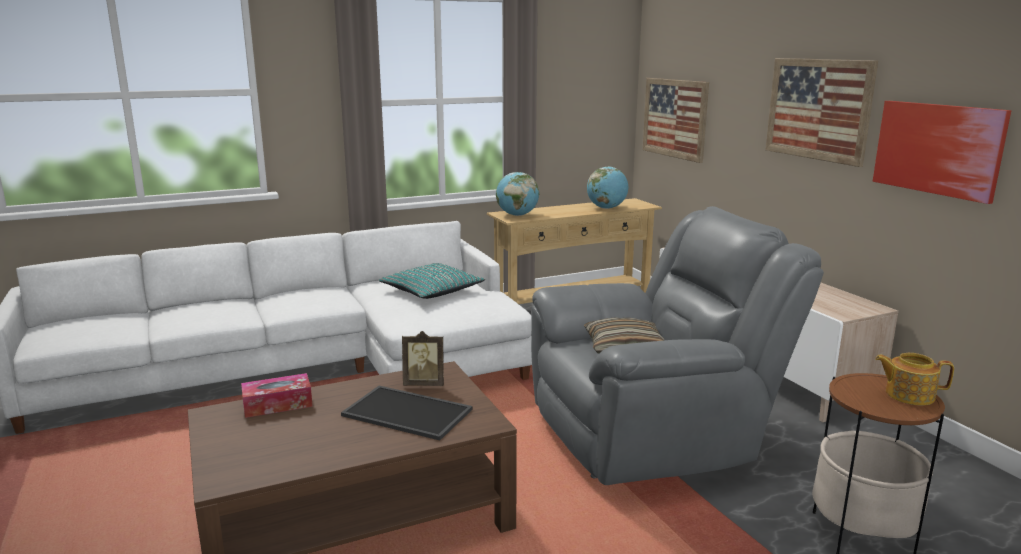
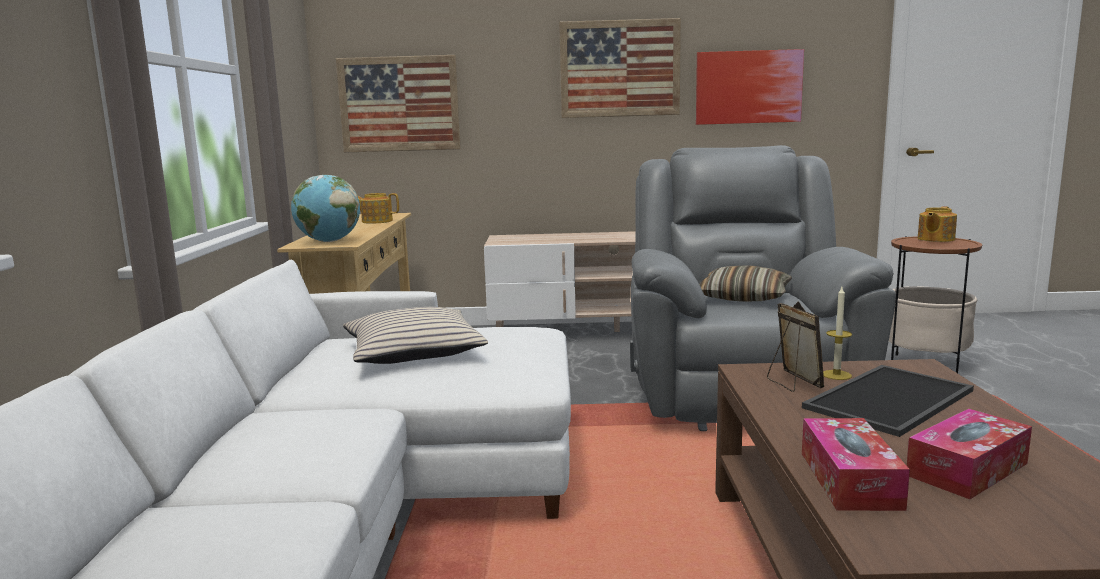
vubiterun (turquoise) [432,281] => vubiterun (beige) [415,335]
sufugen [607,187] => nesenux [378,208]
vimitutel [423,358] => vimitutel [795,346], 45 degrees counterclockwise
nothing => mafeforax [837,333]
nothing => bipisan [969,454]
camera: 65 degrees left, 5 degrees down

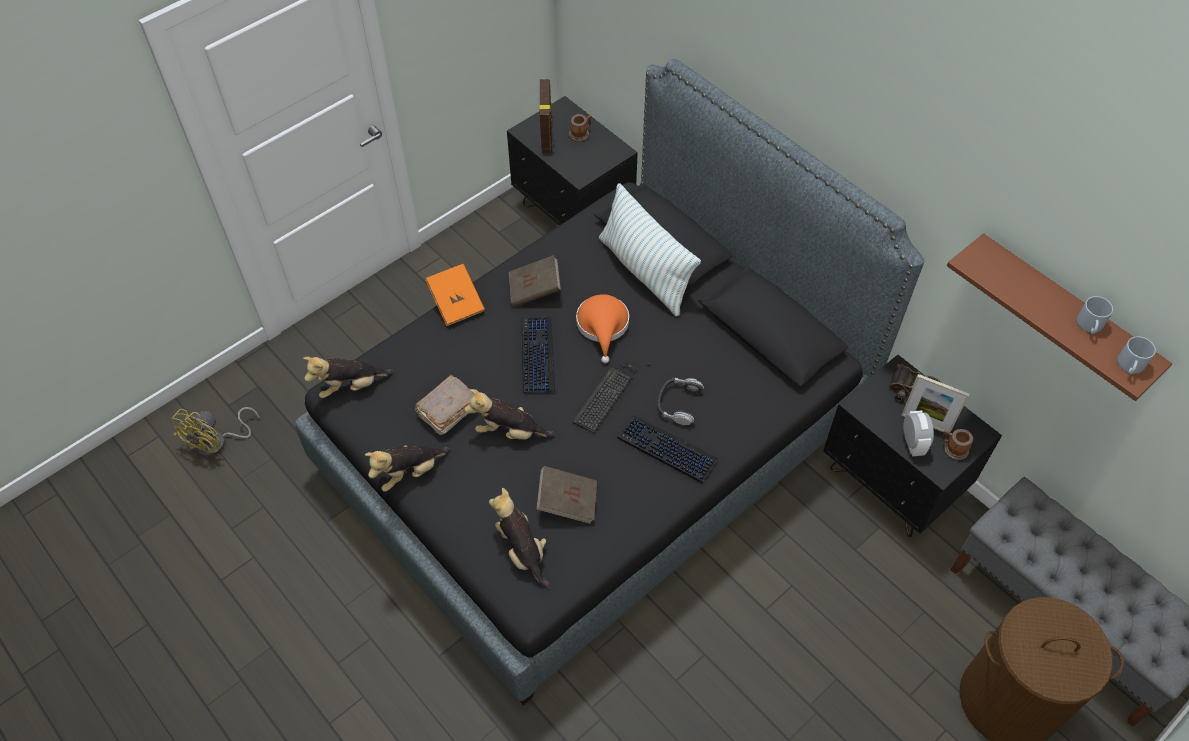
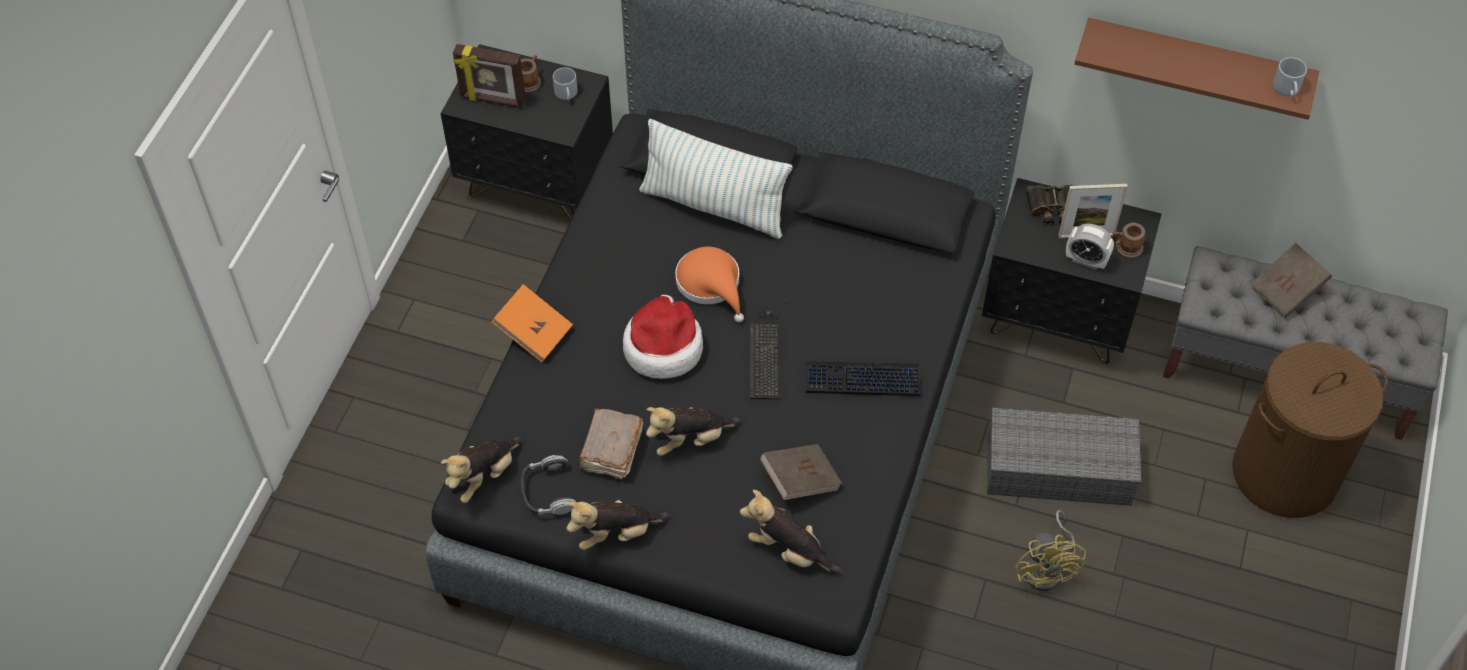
vimitutel [545,116] => vimitutel [489,76], 135 degrees clockwise
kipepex [680,401] => kipepex [548,485], moved
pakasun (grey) [1095,315] => pakasun (grey) [565,84], moved
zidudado [407,468] => zidudado [618,525], 45 degrees clockwise
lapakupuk [538,355] => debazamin [663,337]
nothing => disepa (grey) [1064,457]
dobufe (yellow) [216,432] => dobufe (yellow) [1051,550], moved
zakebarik [918,433] => zakebarik [1090,247], 150 degrees clockwise
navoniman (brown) [535,281] => navoniman (brown) [1291,280], moved
camera: 30 degrees left, 0 degrees up

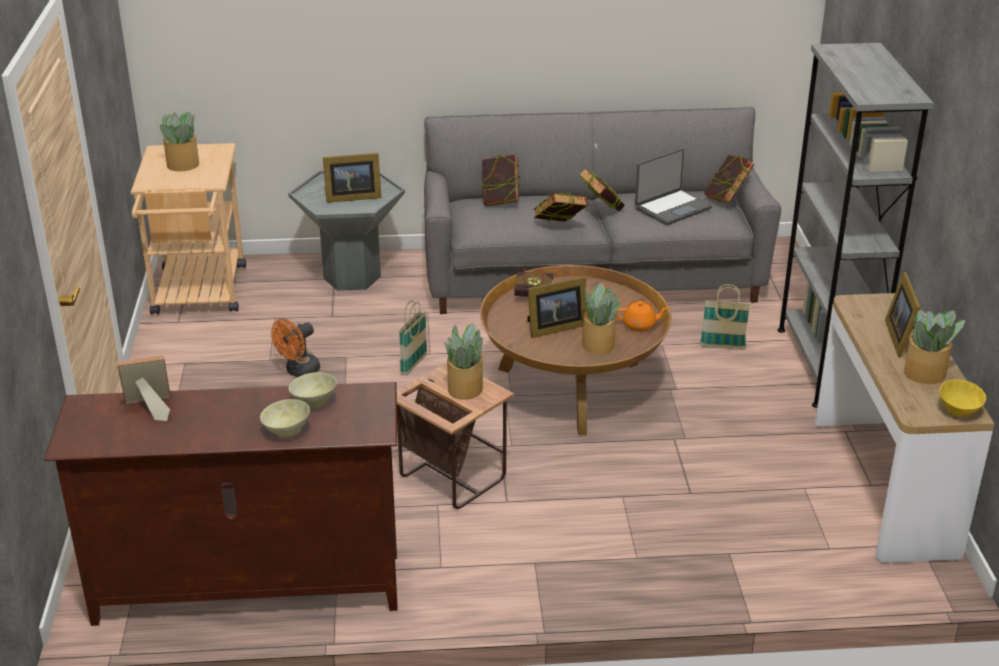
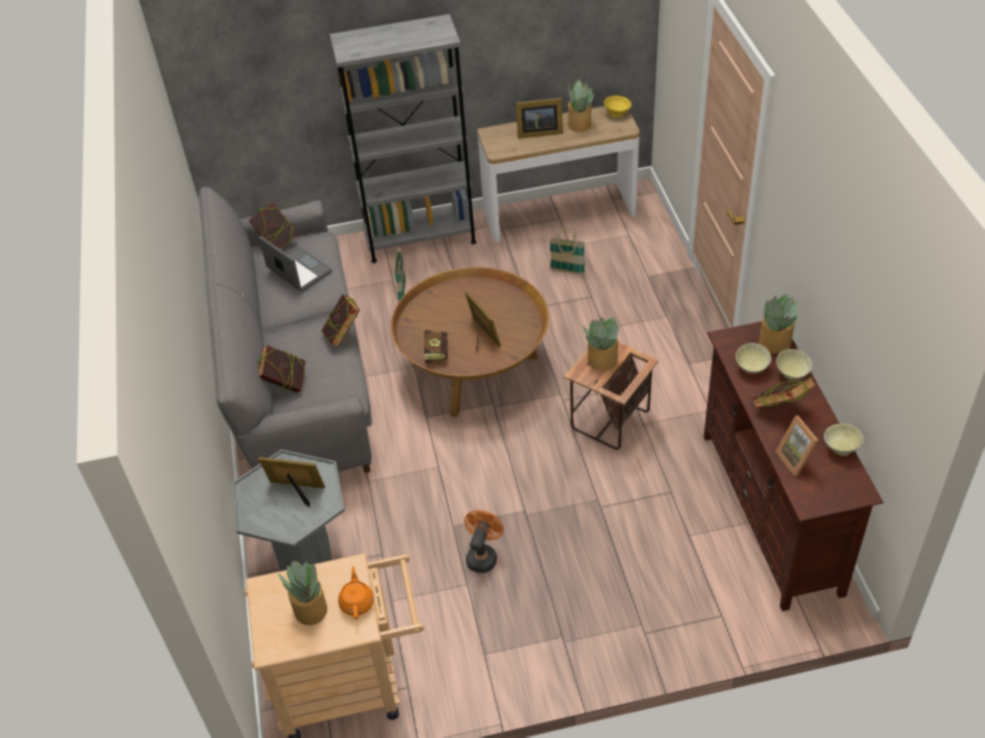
vimitutel [352,178] => vimitutel [291,482], 60 degrees counterclockwise
nesenux (orange) [642,316] => nesenux (orange) [356,593], moved
dobufe (orange) [295,348] => dobufe (orange) [484,541], 105 degrees counterclockwise
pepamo [413,338] => pepamo [567,251], moved
navoniman [602,190] => navoniman [784,392], moved
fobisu [601,319] => fobisu [778,324], moved
nothing => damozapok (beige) [844,440]
camera: 95 degrees left, 15 degrees up

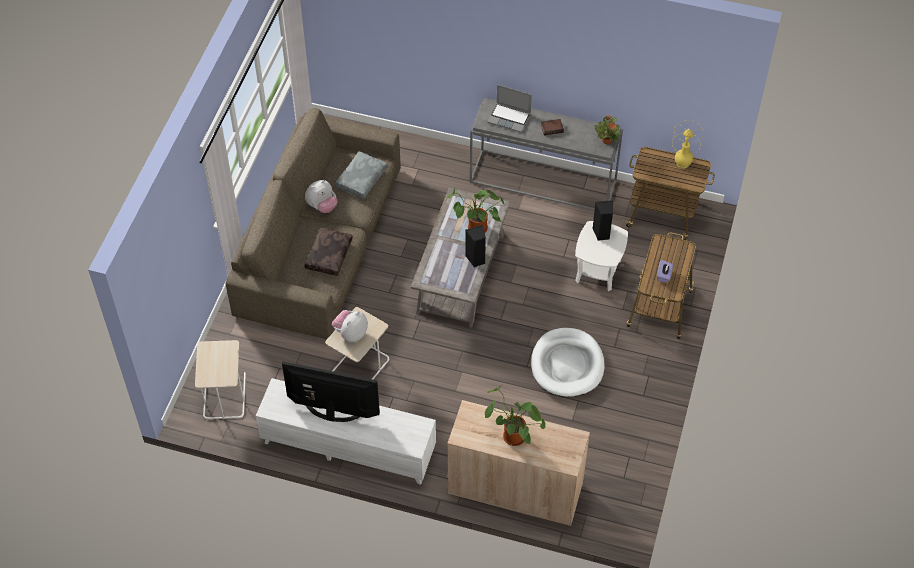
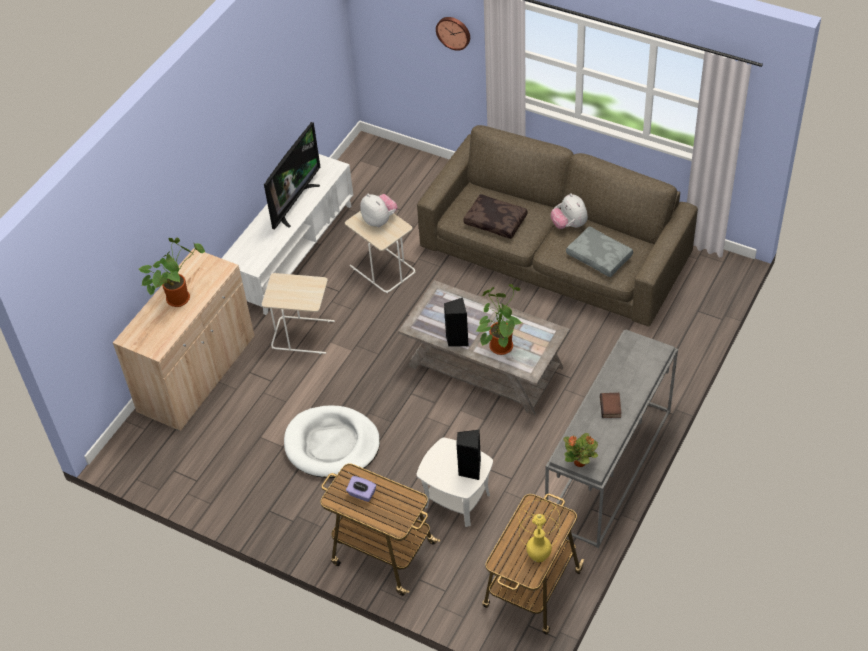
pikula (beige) [220,379] => pikula (beige) [298,313], moved
nothing => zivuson [453,34]
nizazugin [509,109] => nothing
camera: 105 degrees right, 5 degrees down

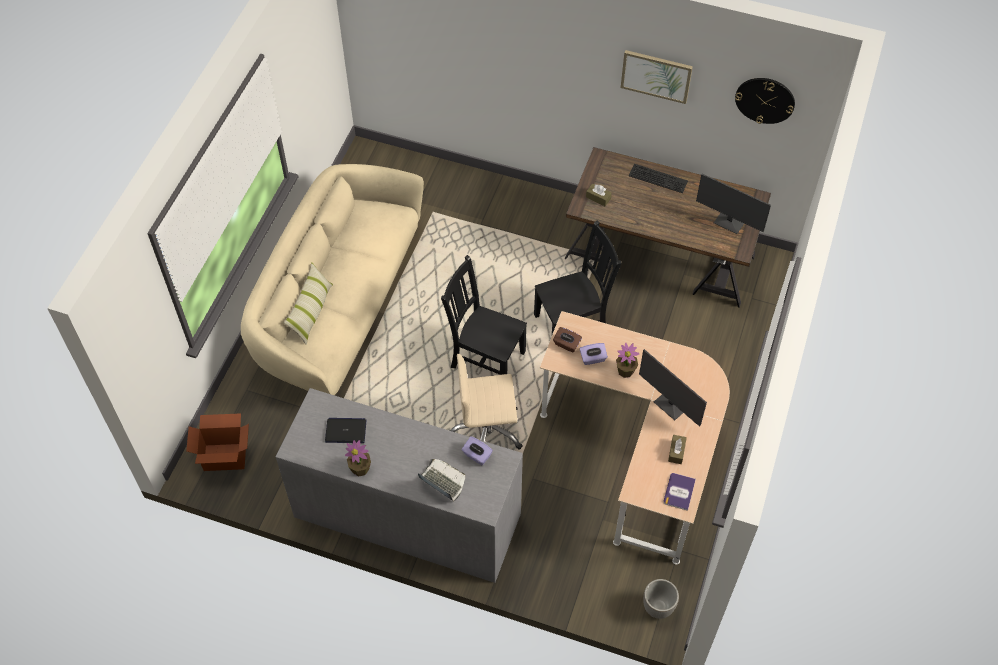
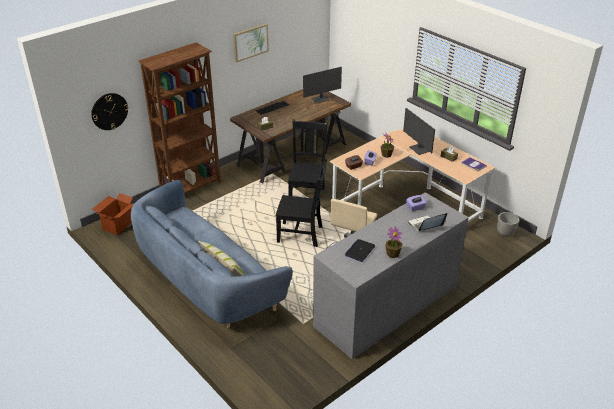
zivuson [765,101] => zivuson [109,111], moved
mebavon [217,442] => mebavon [113,214], moved
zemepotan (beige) [332,279] => zemepotan (blue) [212,254]
nothing => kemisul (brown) [179,118]
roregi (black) [484,315] => roregi (black) [301,202], 135 degrees counterclockwise
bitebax [673,388] => bitebax [419,131], 75 degrees clockwise
camera: 60 degrees left, 20 degrees down

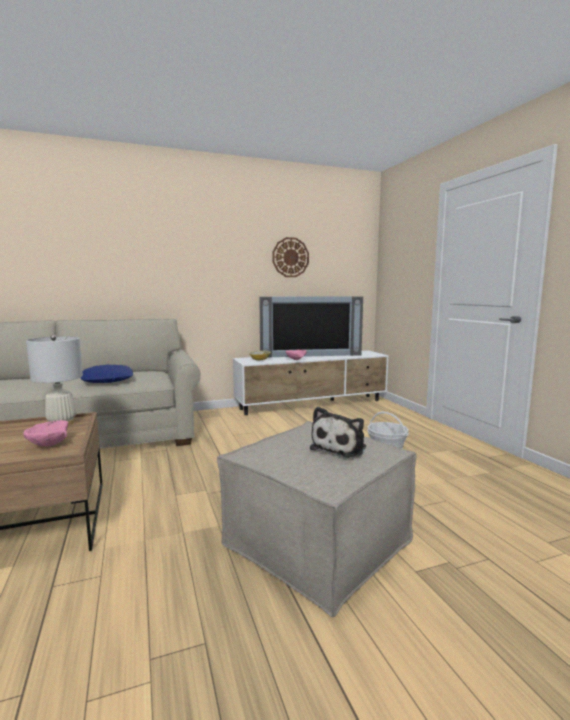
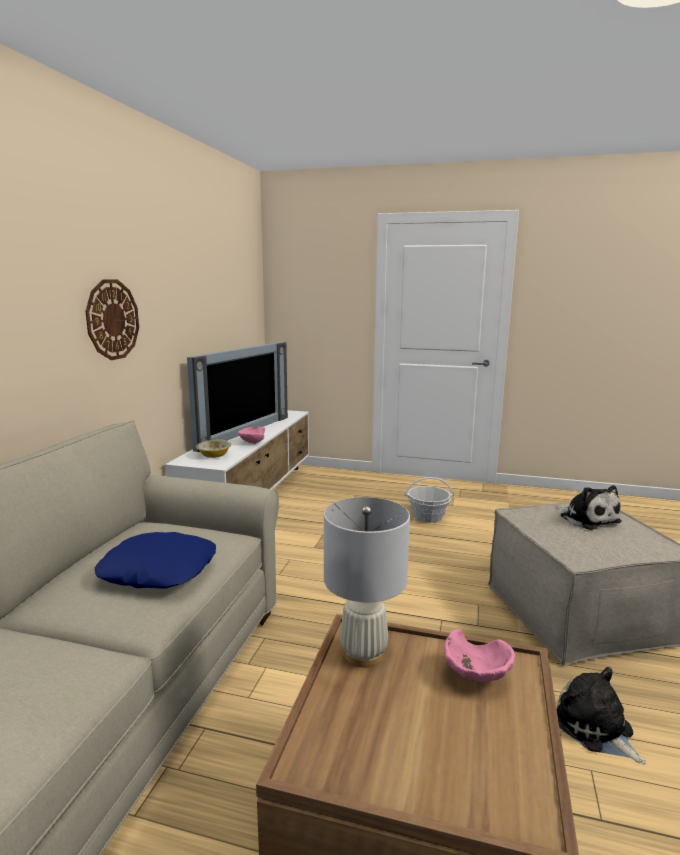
zivuson [291,257] => zivuson [112,319], moved
nothing => zidudado [601,715]
camera: 55 degrees left, 5 degrees up

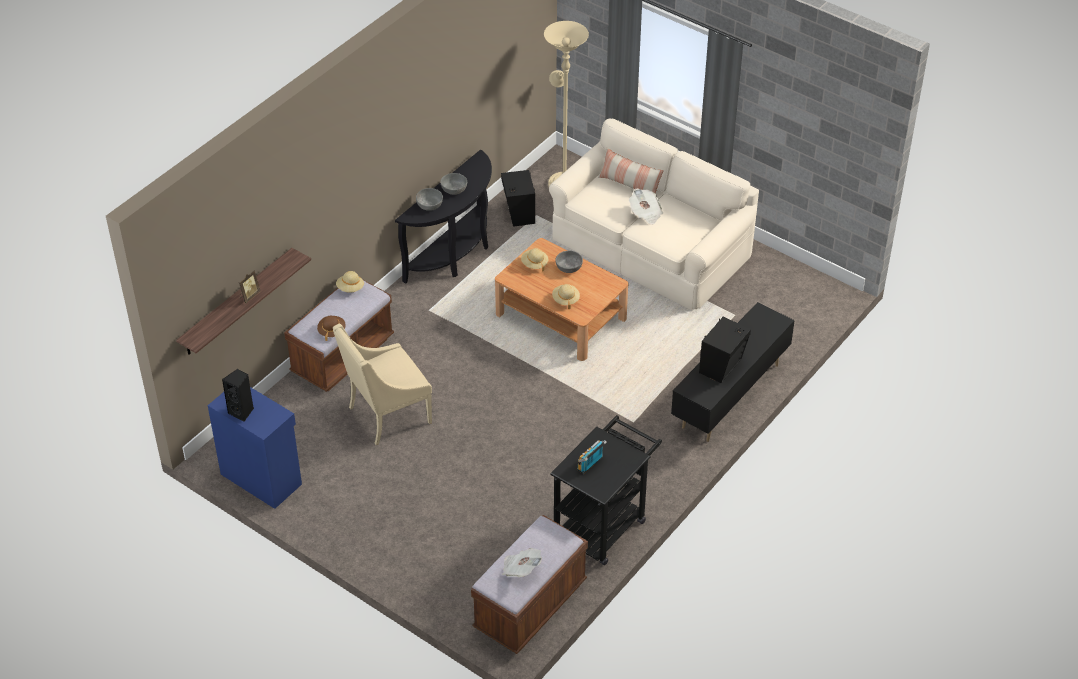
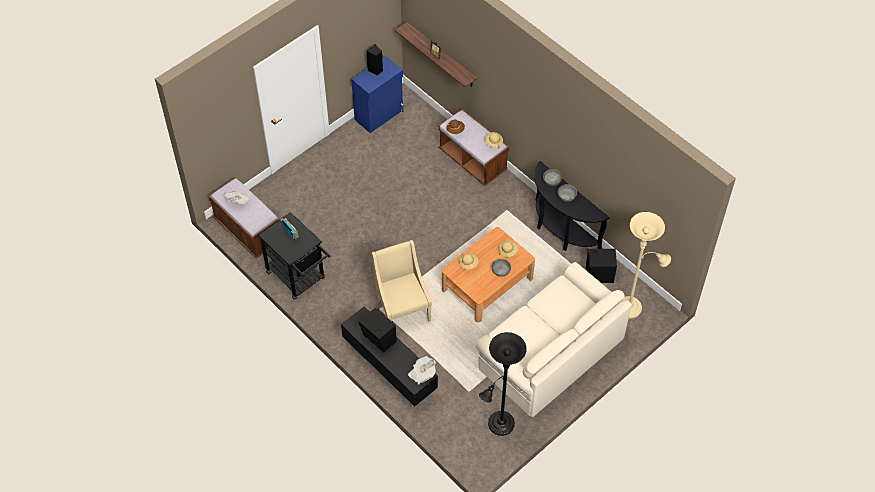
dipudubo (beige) [382,384] => dipudubo (beige) [402,281], moved
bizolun [646,206] => bizolun [422,370], moved
nothing => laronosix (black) [503,384]
vubiterun [631,171] => nothing
camera: 100 degrees right, 10 degrees up

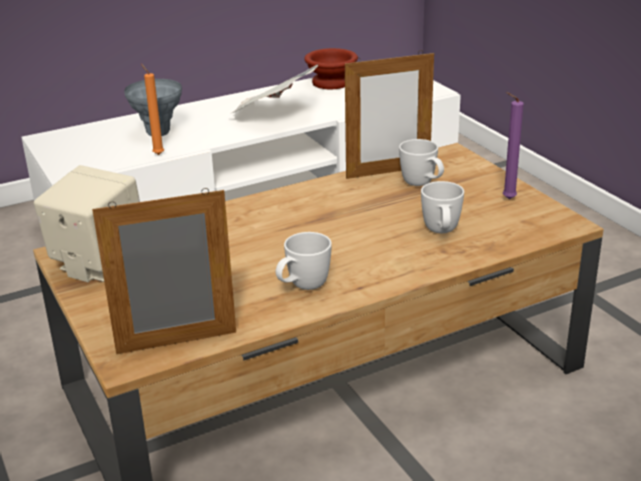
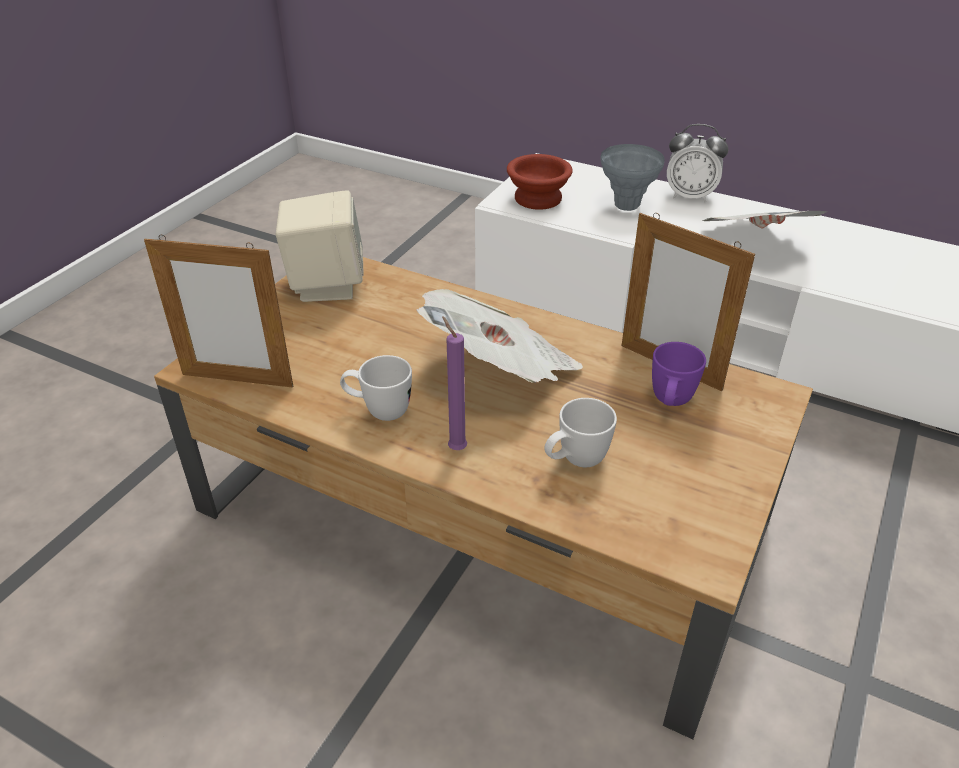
vimitutel [164,271] => vimitutel [218,311], 150 degrees clockwise
nothing => bizolun [499,336]
mafeforax (purple) [513,145] => mafeforax (purple) [454,383], moved
damozapok (brown) [331,68] => damozapok (brown) [540,182], moved
pakasun (white) [421,162] => pakasun (purple) [679,374]
nothing => zakebarik [697,163]
mafeforax (orange) [152,109] => nothing
camera: 55 degrees right, 10 degrees up

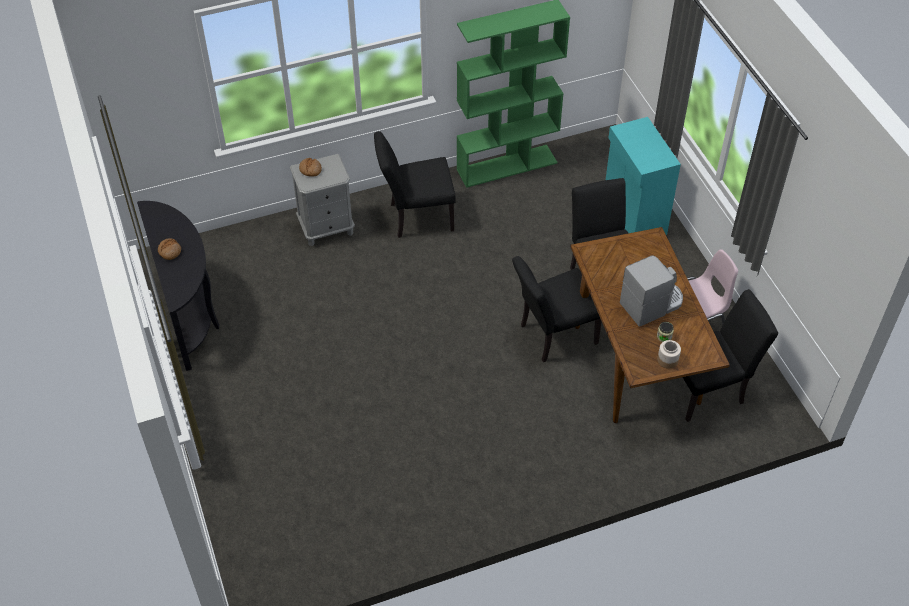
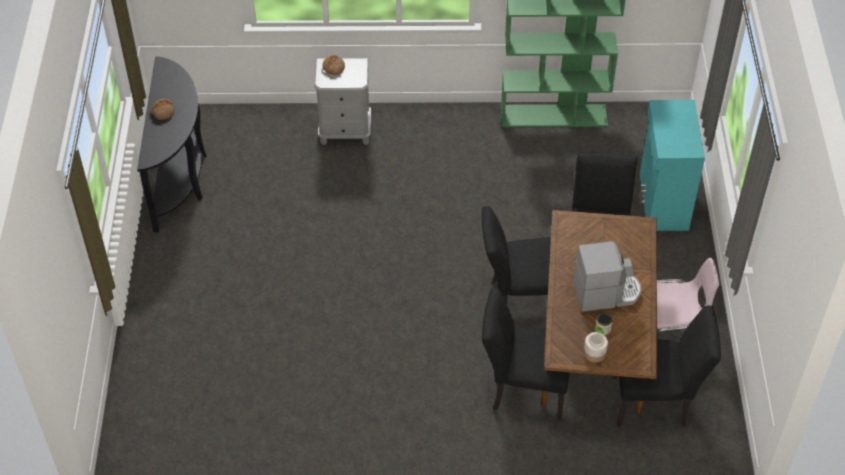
roregi (black) [415,184] => roregi (black) [526,354], moved
camera: 20 degrees right, 0 degrees up

